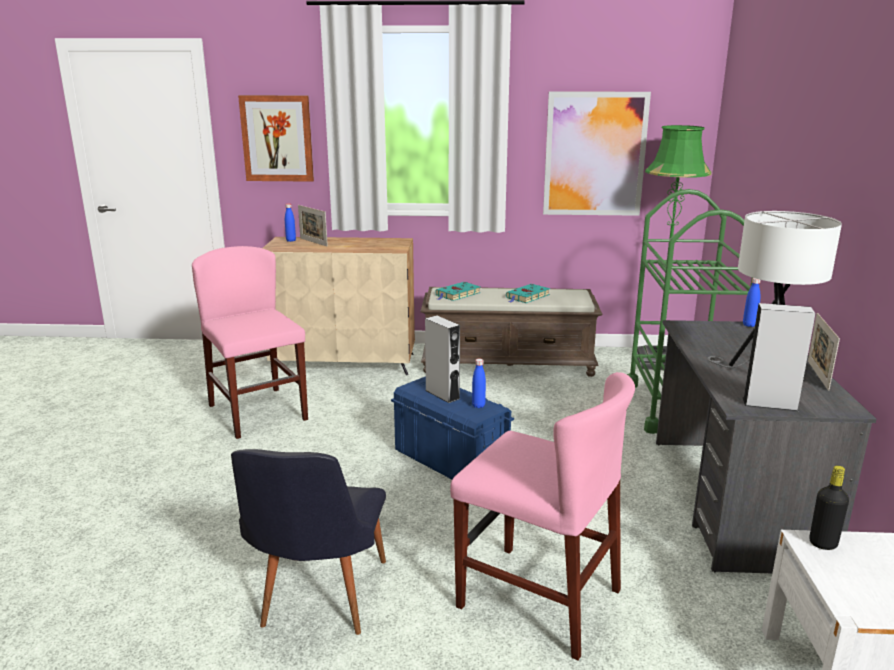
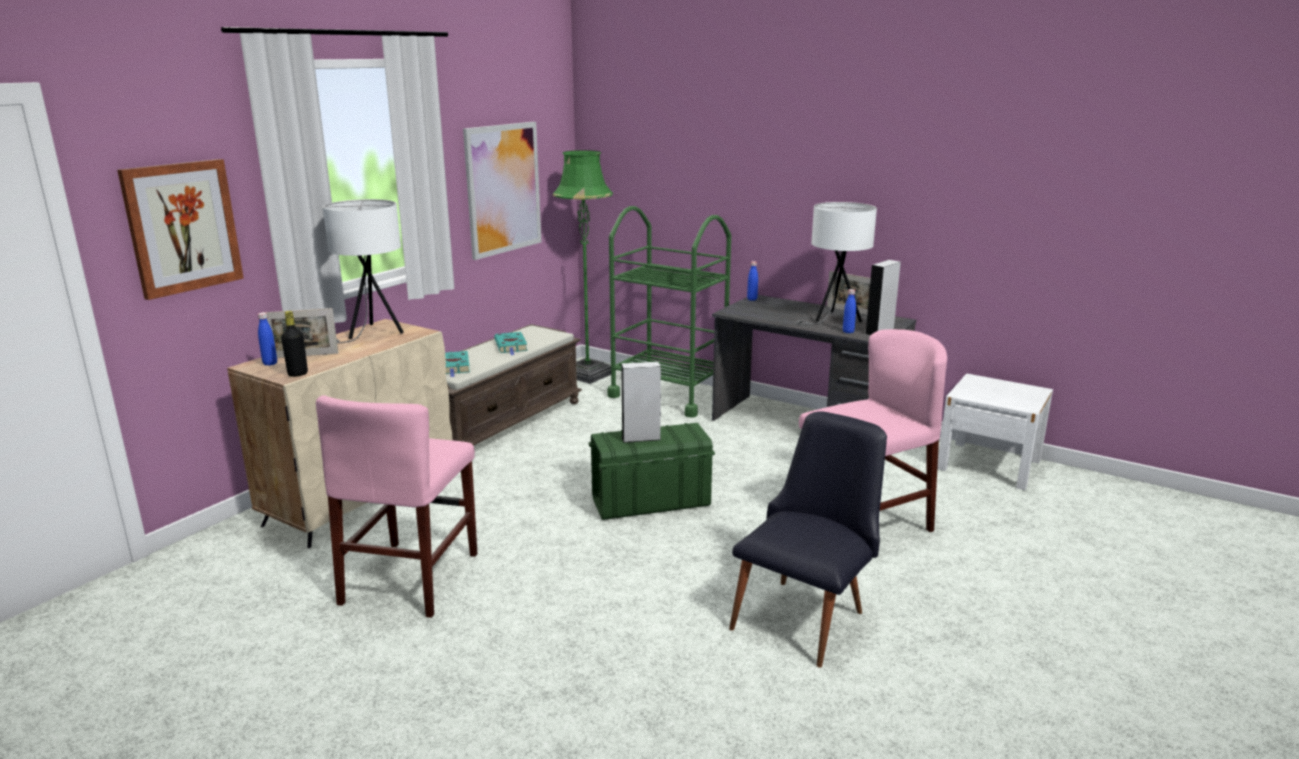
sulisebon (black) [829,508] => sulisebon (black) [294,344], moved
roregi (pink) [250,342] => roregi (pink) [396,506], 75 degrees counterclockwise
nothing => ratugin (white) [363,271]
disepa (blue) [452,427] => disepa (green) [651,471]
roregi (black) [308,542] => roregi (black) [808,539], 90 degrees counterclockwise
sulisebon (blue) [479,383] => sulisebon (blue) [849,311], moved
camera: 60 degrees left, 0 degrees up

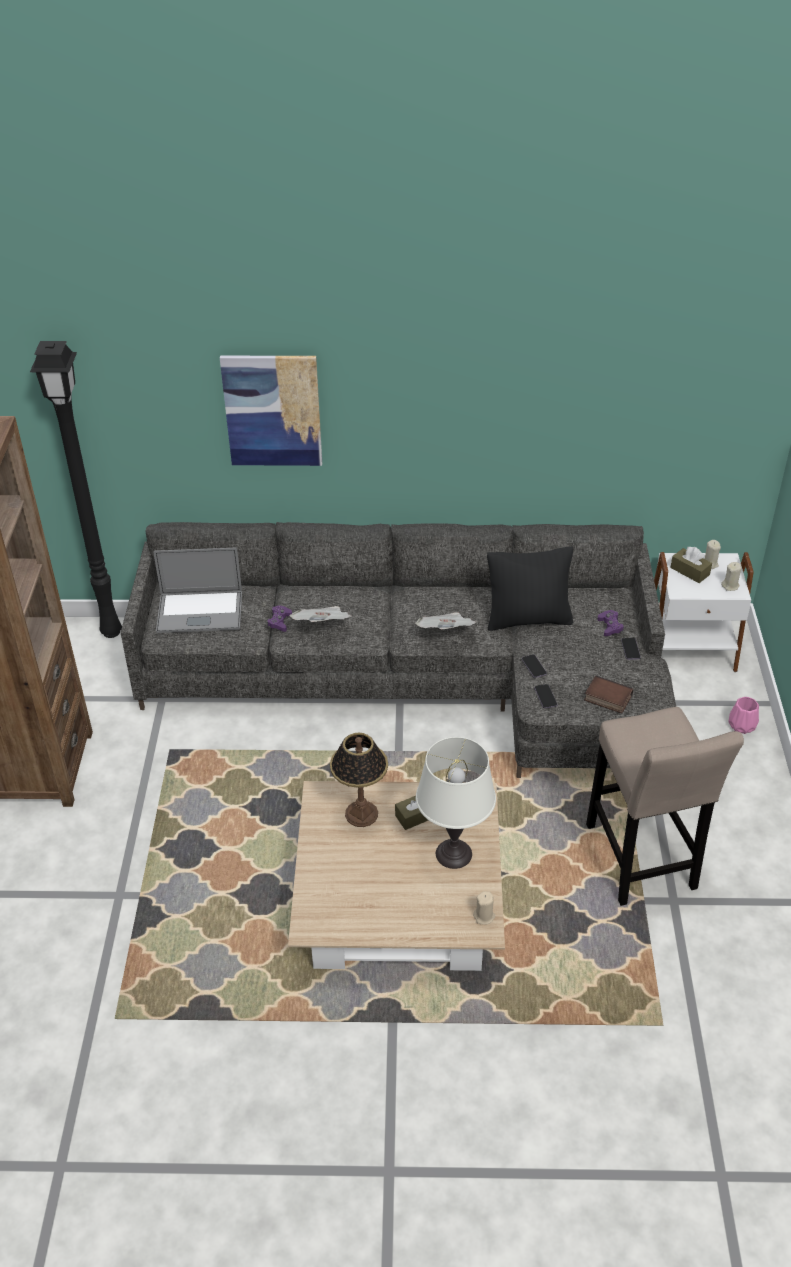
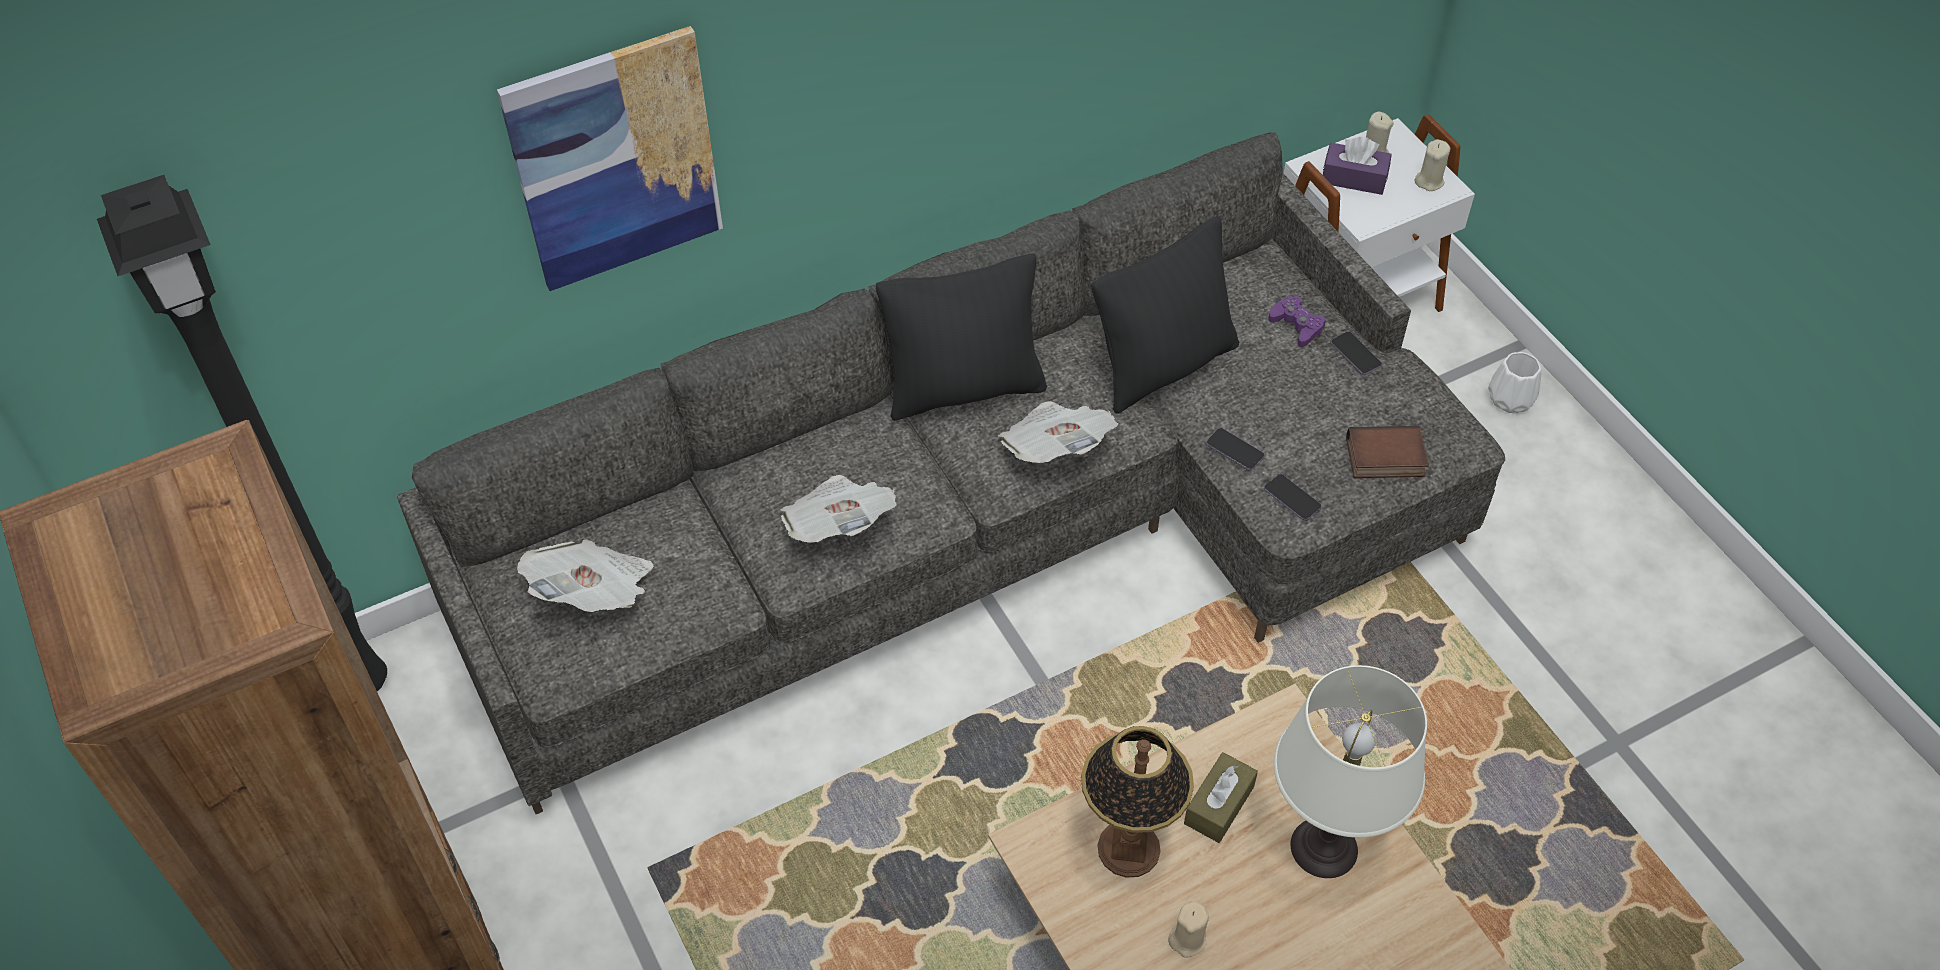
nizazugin [198,590] => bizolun [585,575]
nothing => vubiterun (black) [961,337]
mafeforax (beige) [484,908] => mafeforax (beige) [1188,929], moved
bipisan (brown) [691,565] => bipisan (purple) [1357,166]
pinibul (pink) [744,715] => pinibul (white) [1515,382]
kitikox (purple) [279,618] => nothing
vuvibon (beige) [665,806] => nothing
camera: 30 degrees left, 10 degrees up

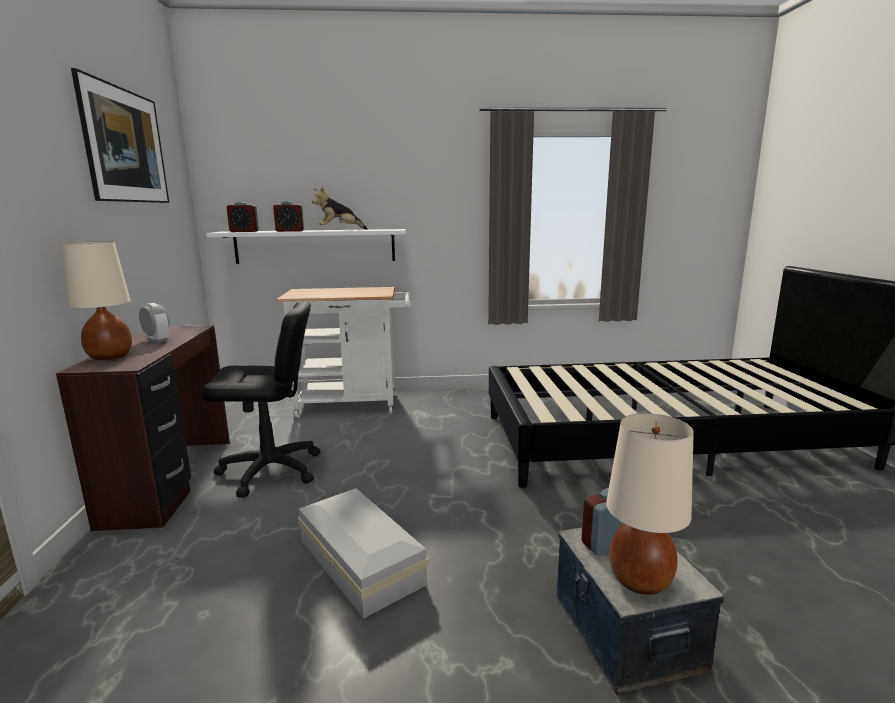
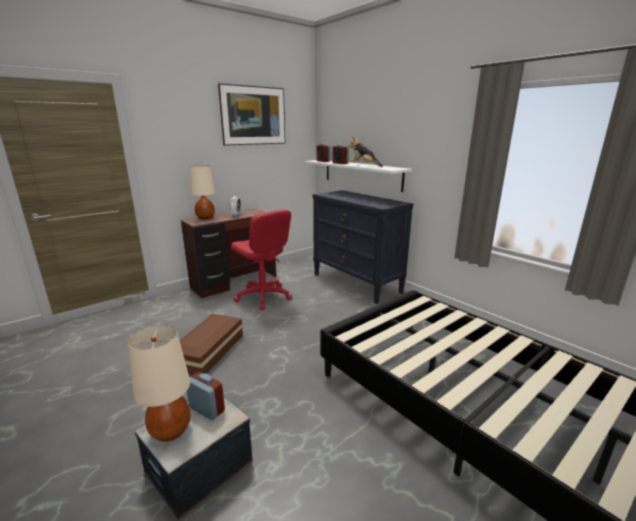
disepa (white) [363,553] => disepa (brown) [211,344]
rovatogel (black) [261,399] => rovatogel (red) [261,259]
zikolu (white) [343,352] => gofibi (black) [363,247]
camera: 55 degrees right, 5 degrees up

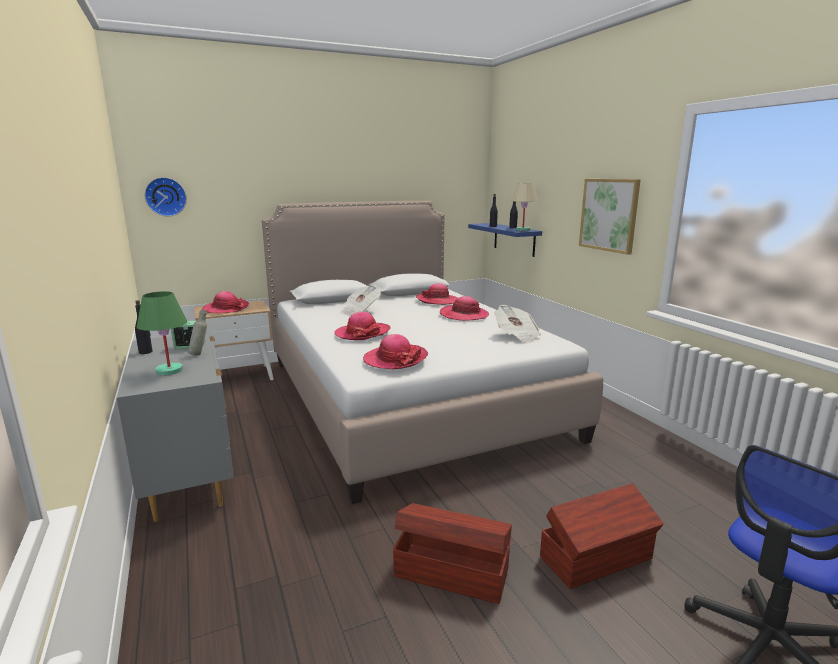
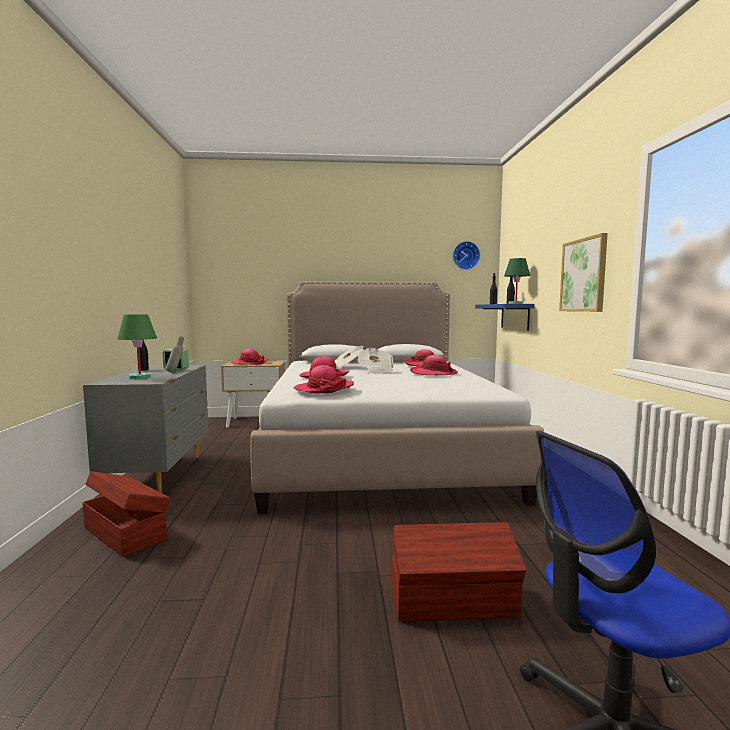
disepa (brown) [452,553] => disepa (brown) [126,514], moved
bizolun [518,324] => bizolun [375,361], moved
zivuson [165,196] => zivuson [466,255], moved
ratugin (beige) [525,207] => ratugin (green) [517,281]
camera: 20 degrees right, 10 degrees down

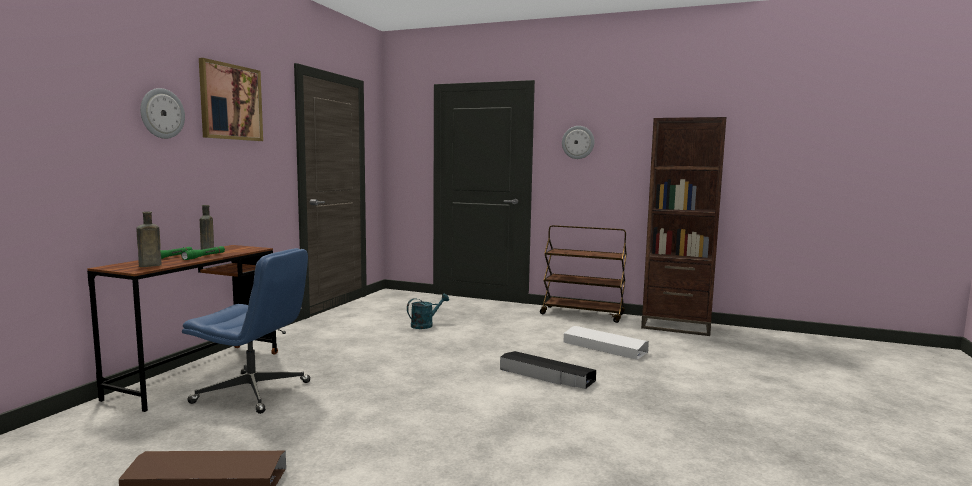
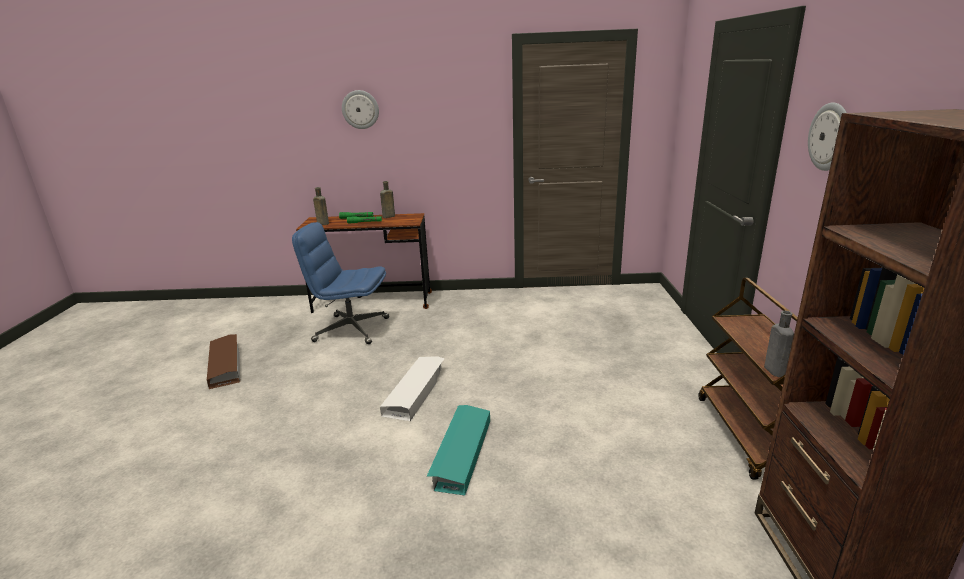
rovatogel (blue) [246,331] => rovatogel (blue) [340,283], 105 degrees clockwise
disepa (white) [606,343] => disepa (white) [412,388], moved
disepa (black) [548,370] => disepa (turquoise) [458,450]
nothing => sulisebon (grey) [779,344]
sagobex [231,99] => nothing
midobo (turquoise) [428,311] => nothing
camera: 70 degrees right, 15 degrees up

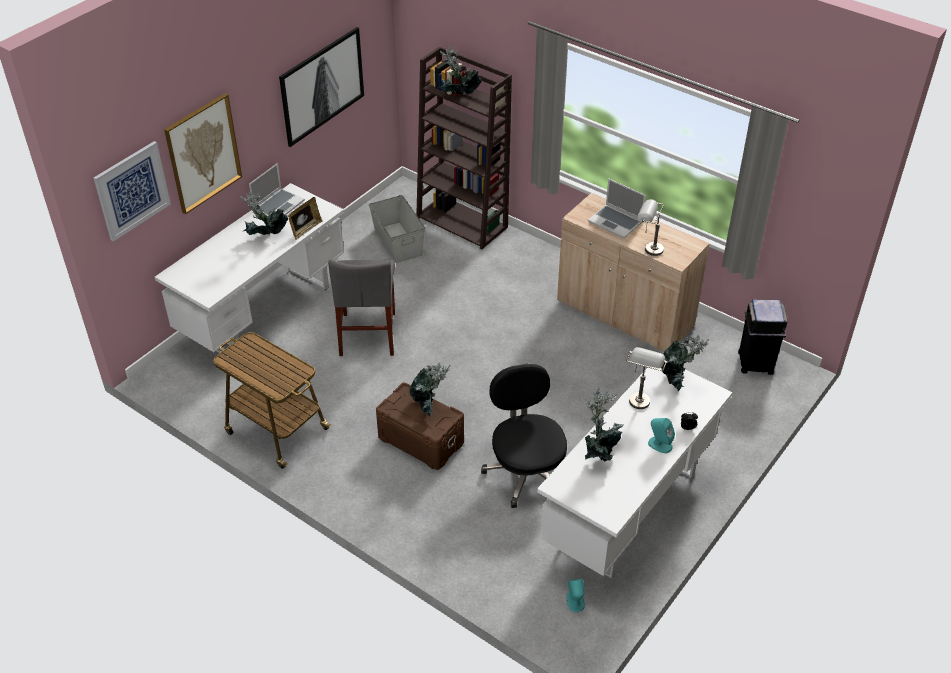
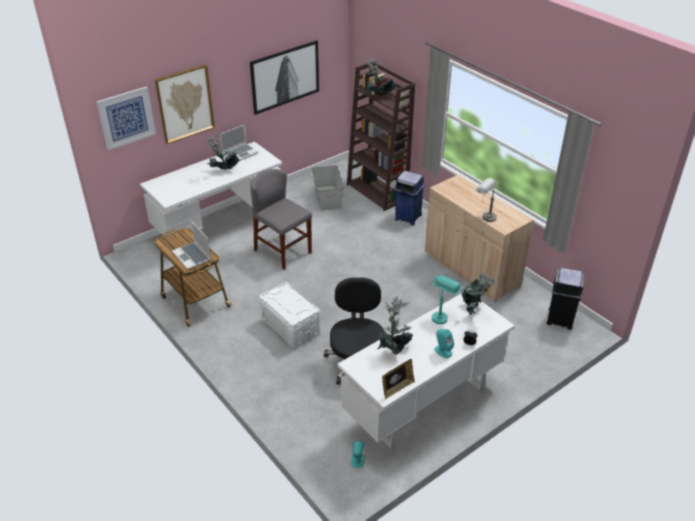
nizazugin [617,208] => nizazugin [192,245], moved
roregi (grey) [361,307] => roregi (grey) [281,219], 120 degrees clockwise
disepa (brown) [420,426] => disepa (white) [289,315]
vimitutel [305,218] => vimitutel [398,379], moved
nothing => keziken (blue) [409,198]
ratugin (grey) [647,378] => ratugin (turquoise) [446,299]
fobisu [429,390] => nothing
camera: 15 degrees right, 5 degrees down

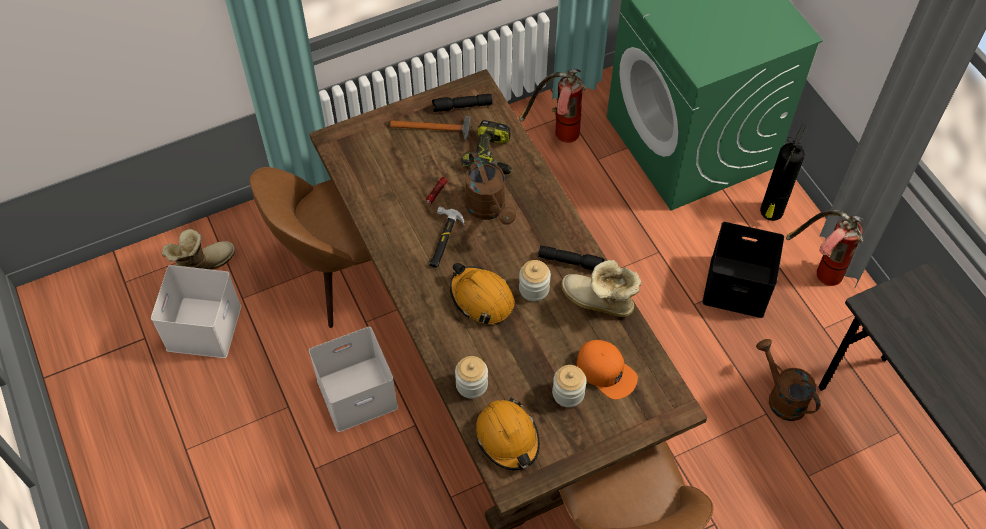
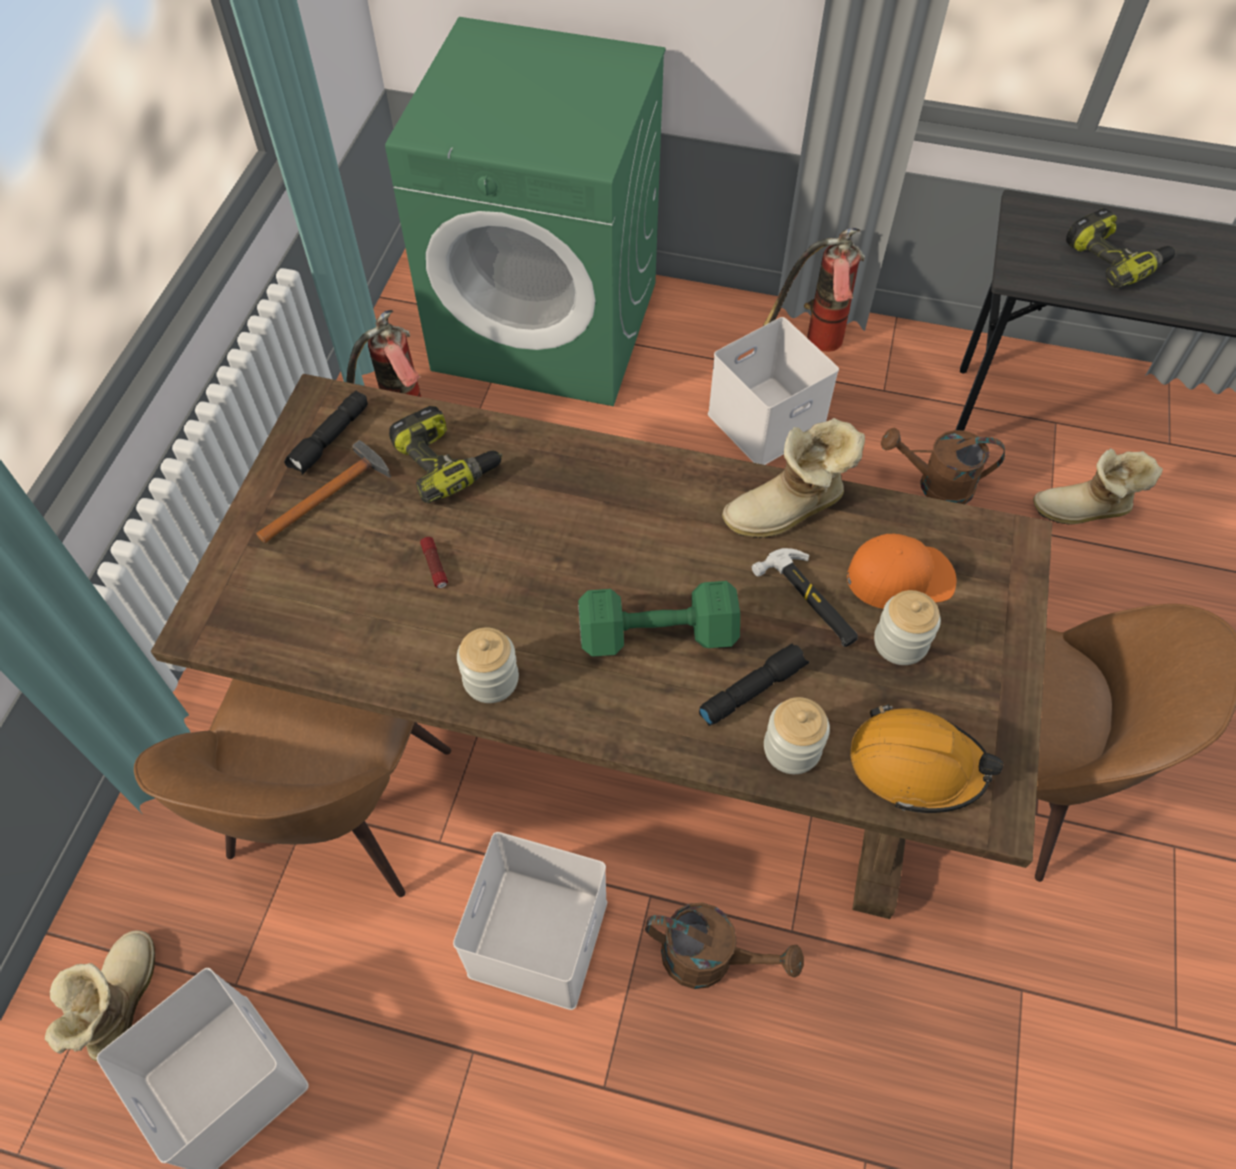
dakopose [535,281] => dakopose [488,665], moved
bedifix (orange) [482,293] => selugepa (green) [659,619]
midobo (brown) [490,188] => midobo (brown) [724,945], moved
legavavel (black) [571,258] => legavavel (black) [754,685], moved
disepa (black) [743,270] => disepa (white) [773,391]
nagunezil [446,237] => nagunezil [805,597], moved
nothing => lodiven [1098,486]
nothing => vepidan [1120,248]
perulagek [783,172] => nothing
camera: 50 degrees left, 0 degrees up

